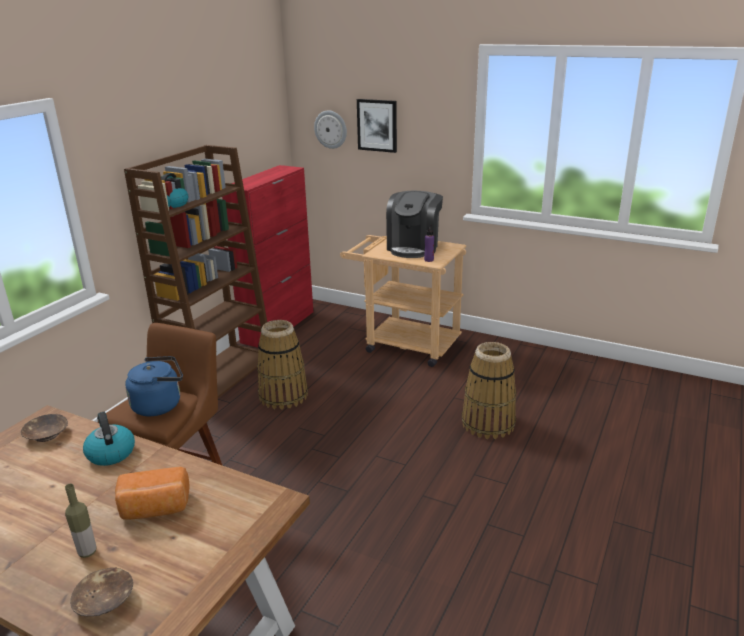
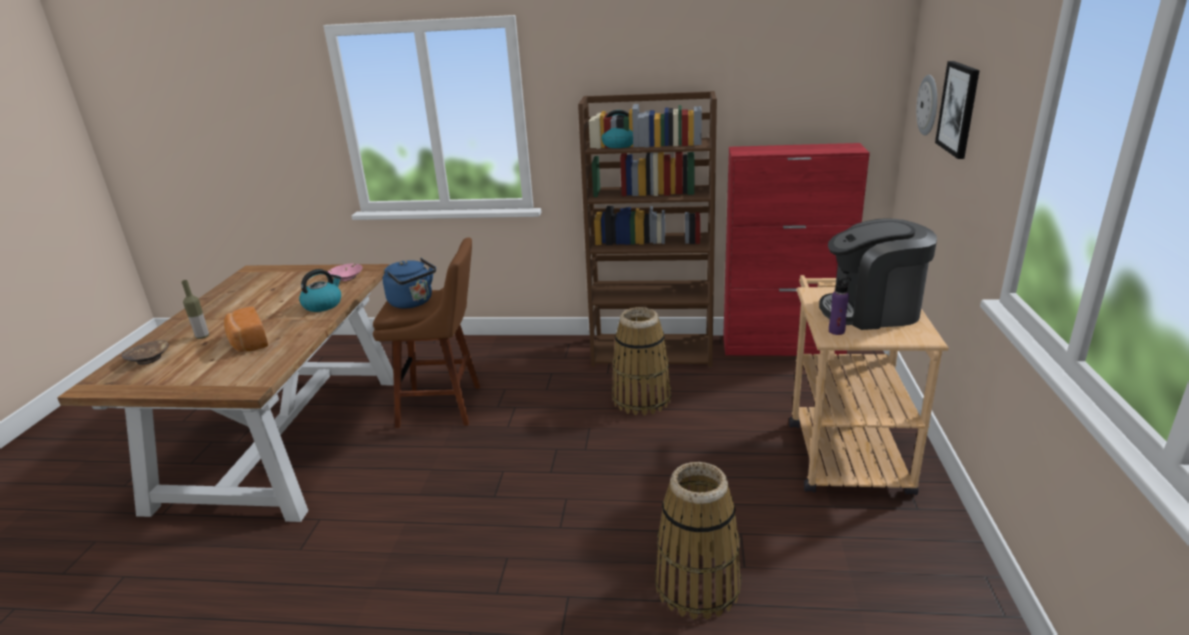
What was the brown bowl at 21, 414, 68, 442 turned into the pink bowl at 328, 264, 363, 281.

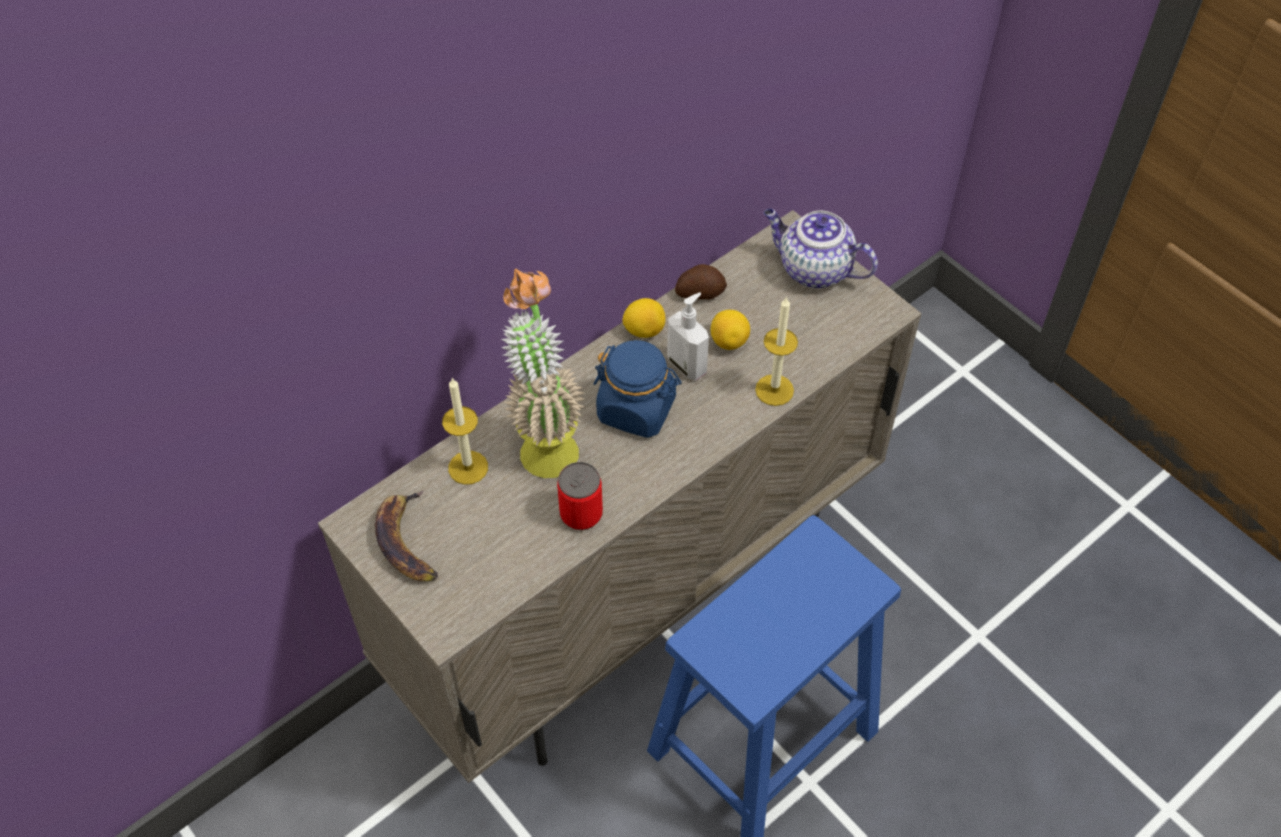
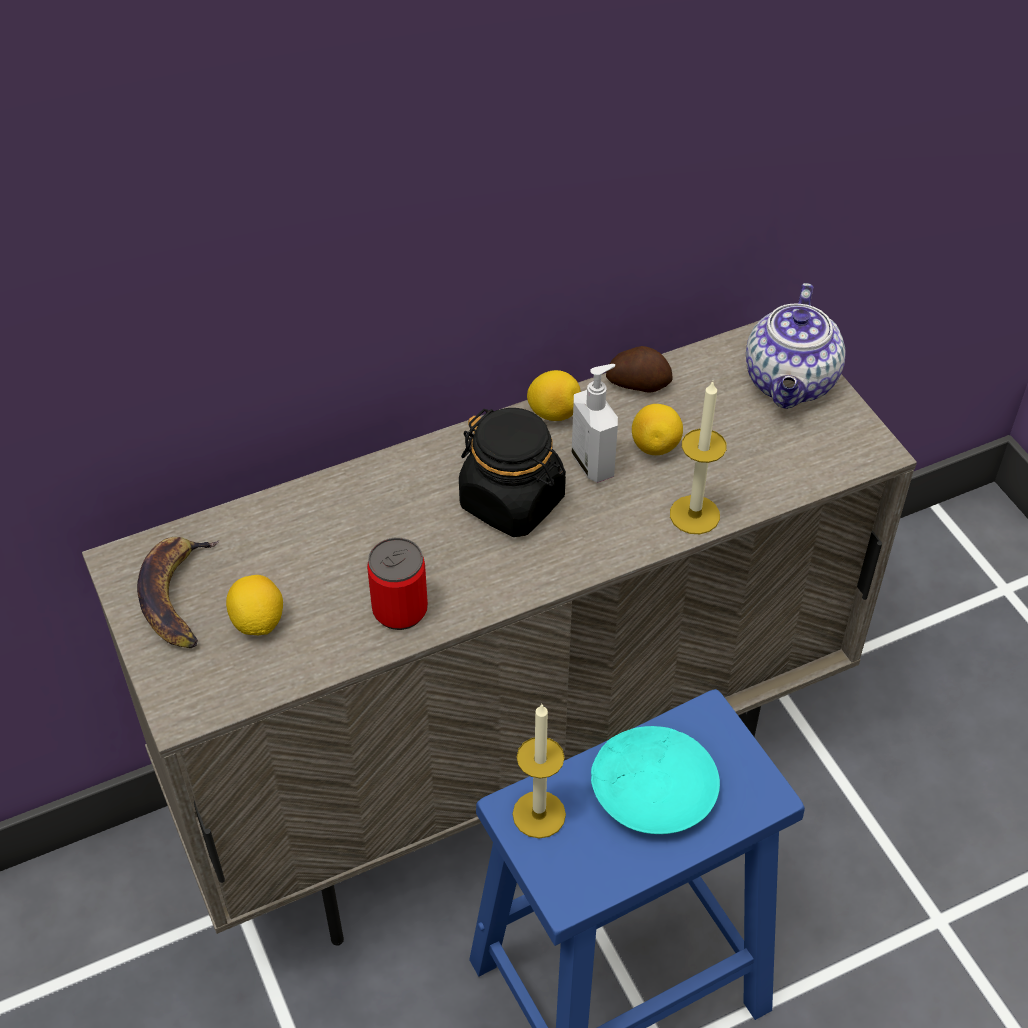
The teapot at 764, 209, 878, 289 ended up facing another way, 120 degrees counterclockwise from before.
The second view lost the potted plant at 501, 269, 585, 478.
What was the blue jar at 593, 340, 682, 438 turned into the black jar at 459, 408, 566, 537.
The candle ended up elsewhere, having gone from 442, 378, 488, 485 to 512, 703, 566, 838.
The second view gained the lemon at 226, 575, 283, 636.
The second view gained the turquoise plate at 591, 726, 720, 834.

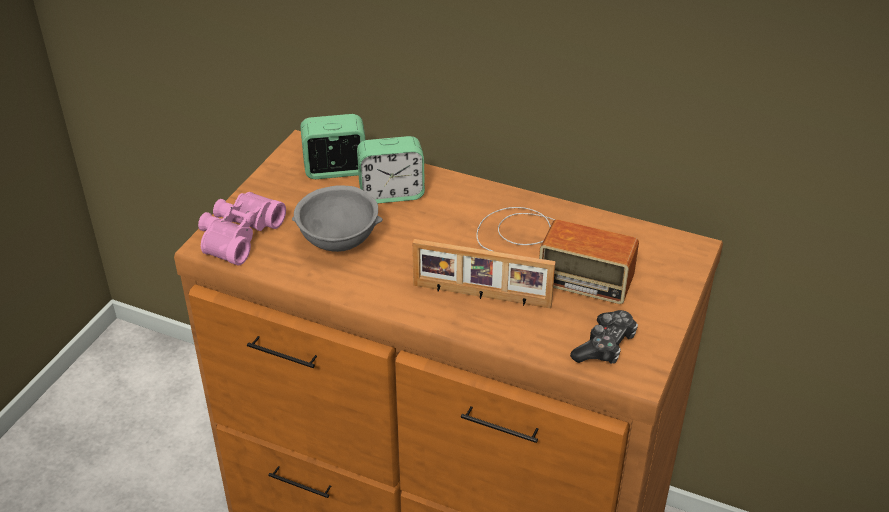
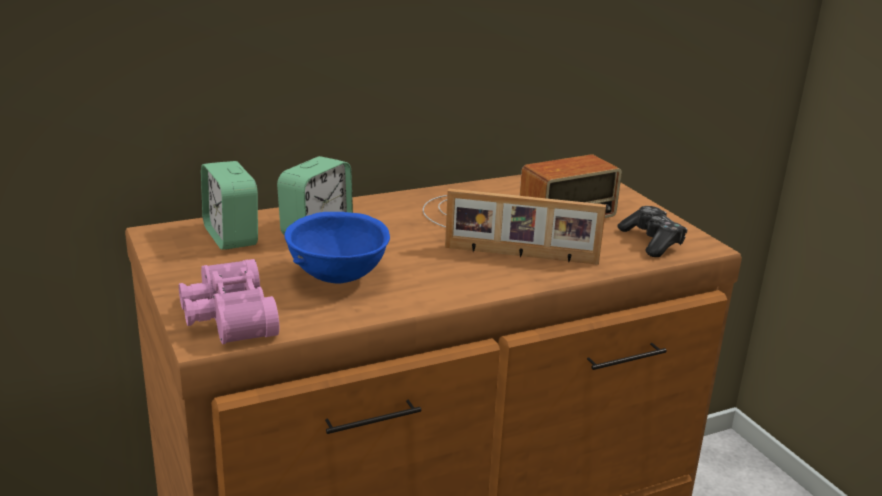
The alarm clock at 301, 114, 365, 179 ended up facing another way, 60 degrees counterclockwise from before.
What was the grey bowl at 292, 185, 383, 252 turned into the blue bowl at 284, 212, 390, 283.
The picture frame at 412, 239, 556, 308 ended up facing another way, 45 degrees clockwise from before.

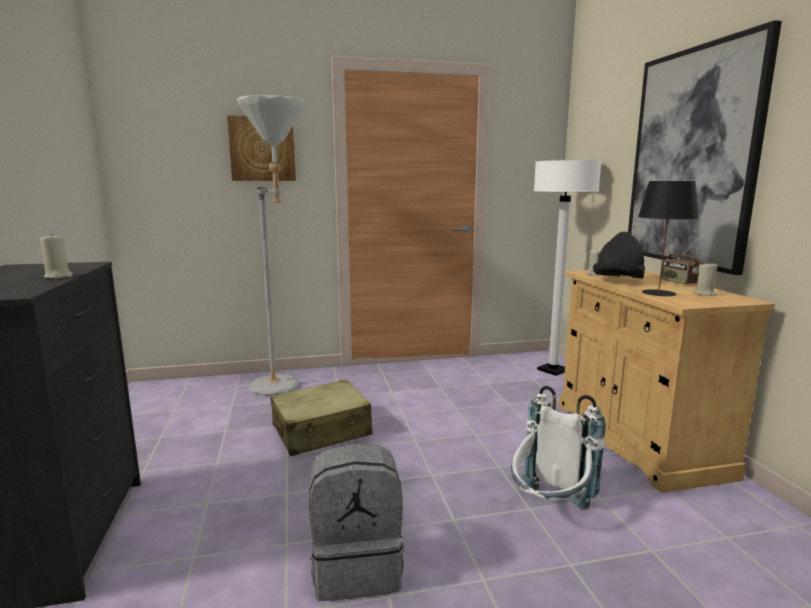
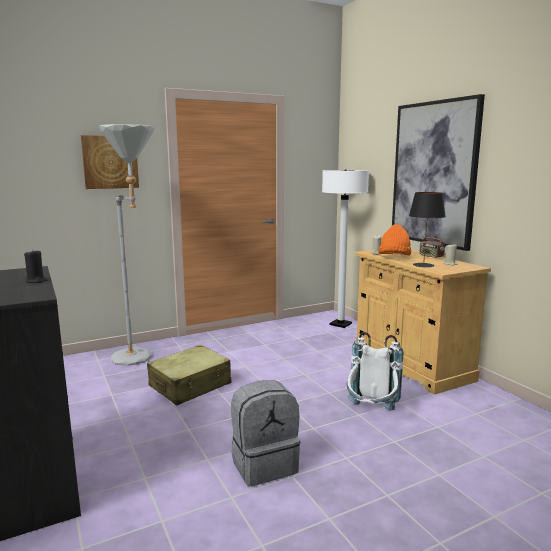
What was the black hat at 593, 232, 645, 279 turned into the orange hat at 378, 224, 411, 256.
What was the beige candle at 40, 233, 73, 279 turned into the black candle at 24, 249, 47, 283.

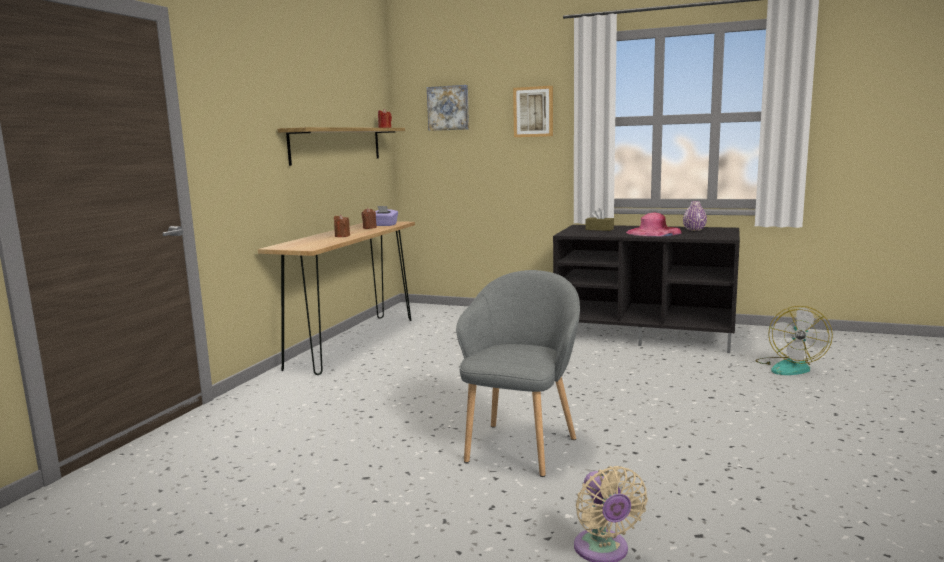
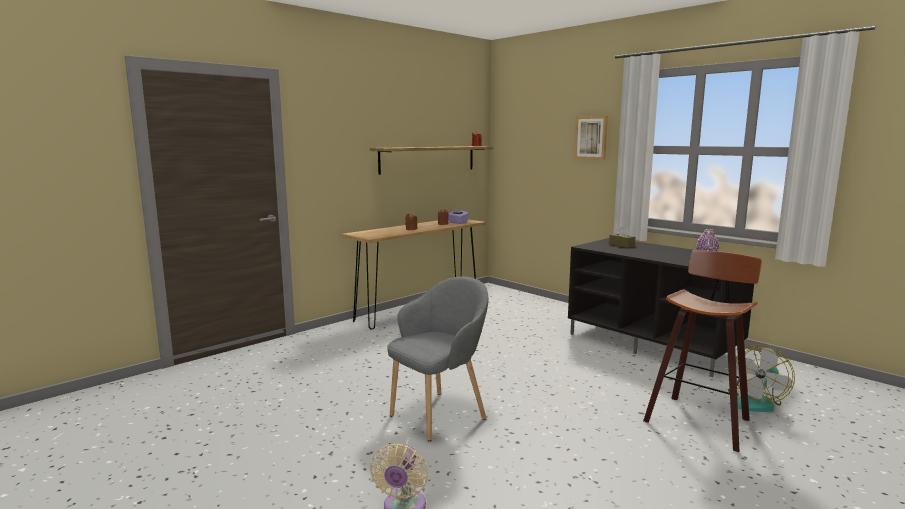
The second view lost the picture at 427, 85, 469, 131.
The second view lost the pink hat at 626, 213, 682, 237.
The second view gained the stool at 643, 250, 762, 452.

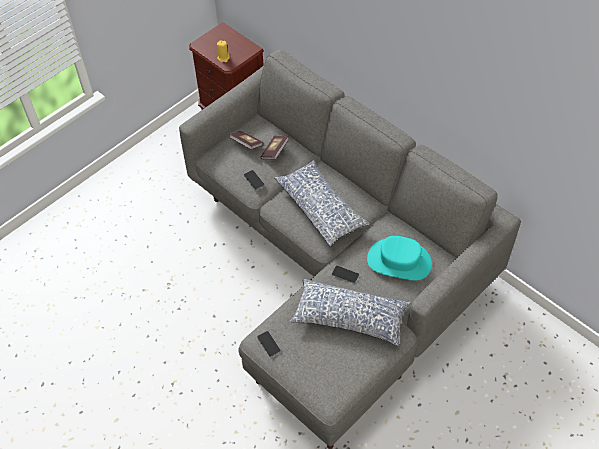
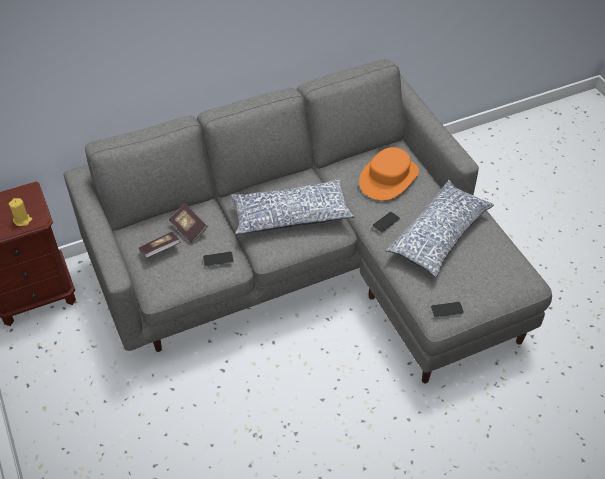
What was the turquoise hat at 367, 236, 432, 281 turned into the orange hat at 359, 147, 419, 201.

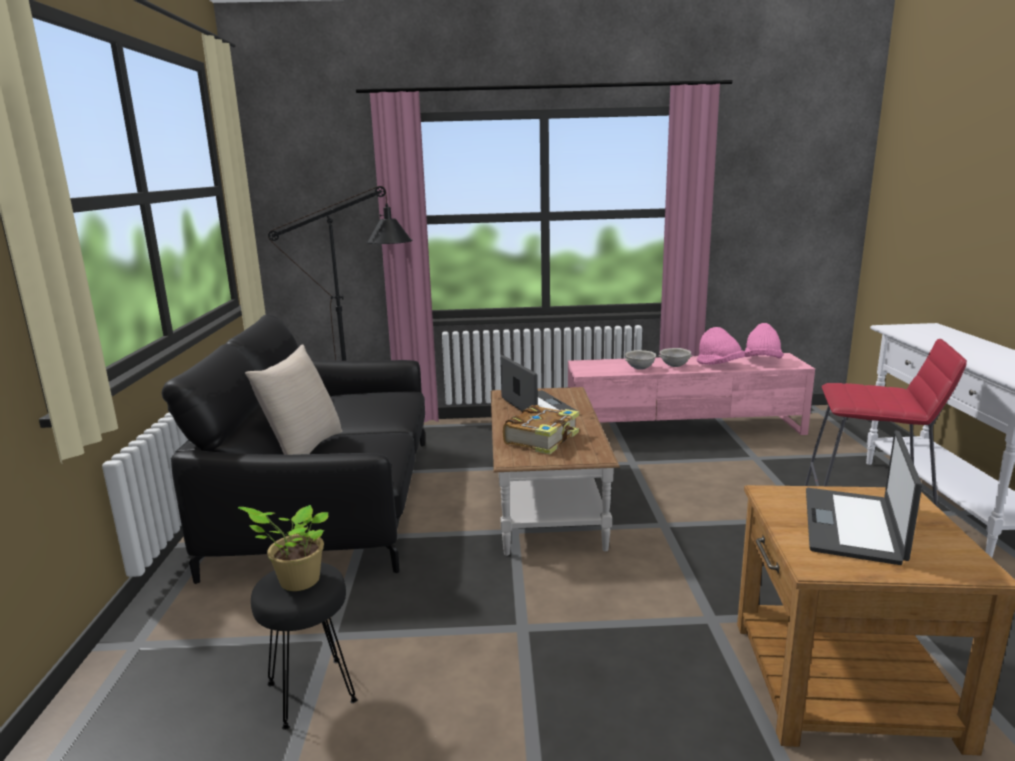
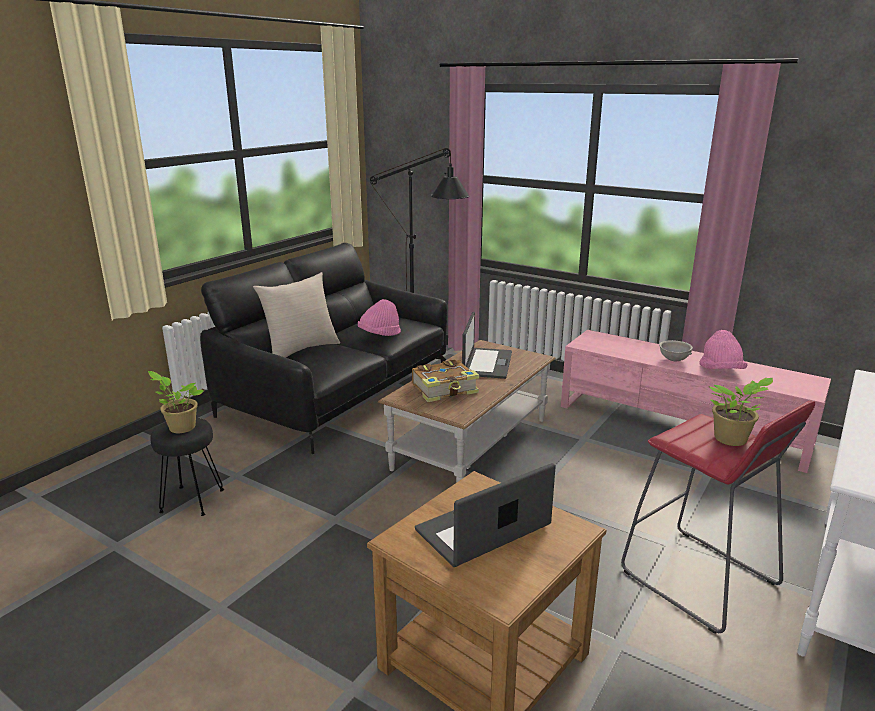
The pink hat ended up elsewhere, having gone from 744, 323, 784, 359 to 358, 299, 401, 336.
The second view lost the grey bowl at 625, 350, 656, 370.
The second view gained the potted plant at 708, 378, 773, 446.

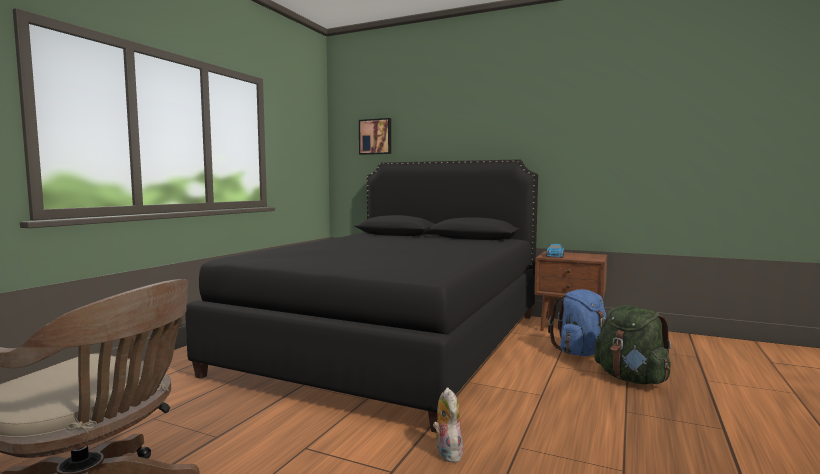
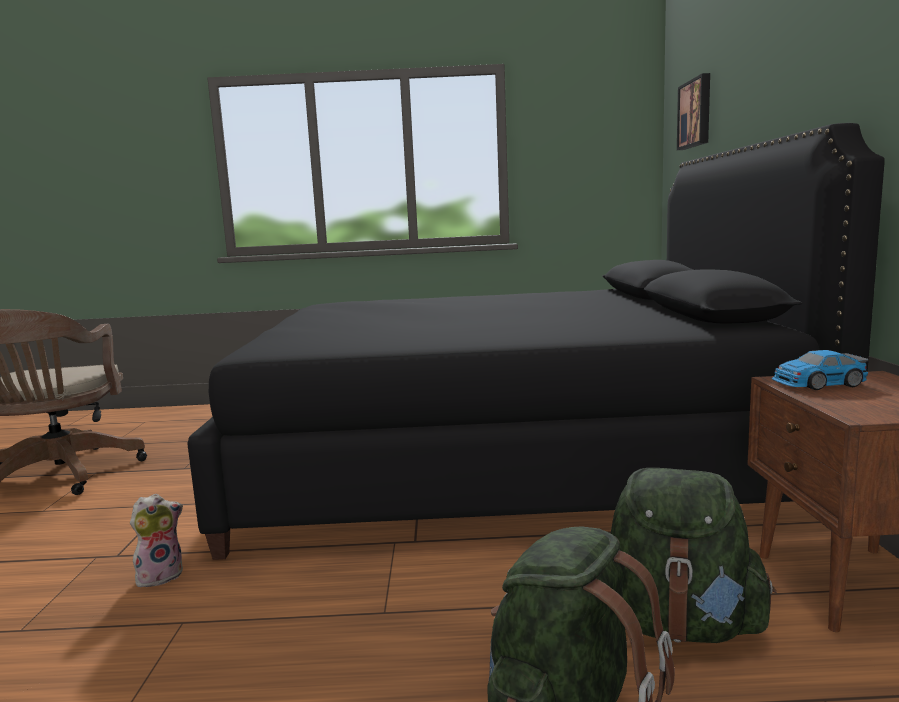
What was the blue backpack at 548, 289, 607, 356 turned into the green backpack at 611, 468, 777, 643.

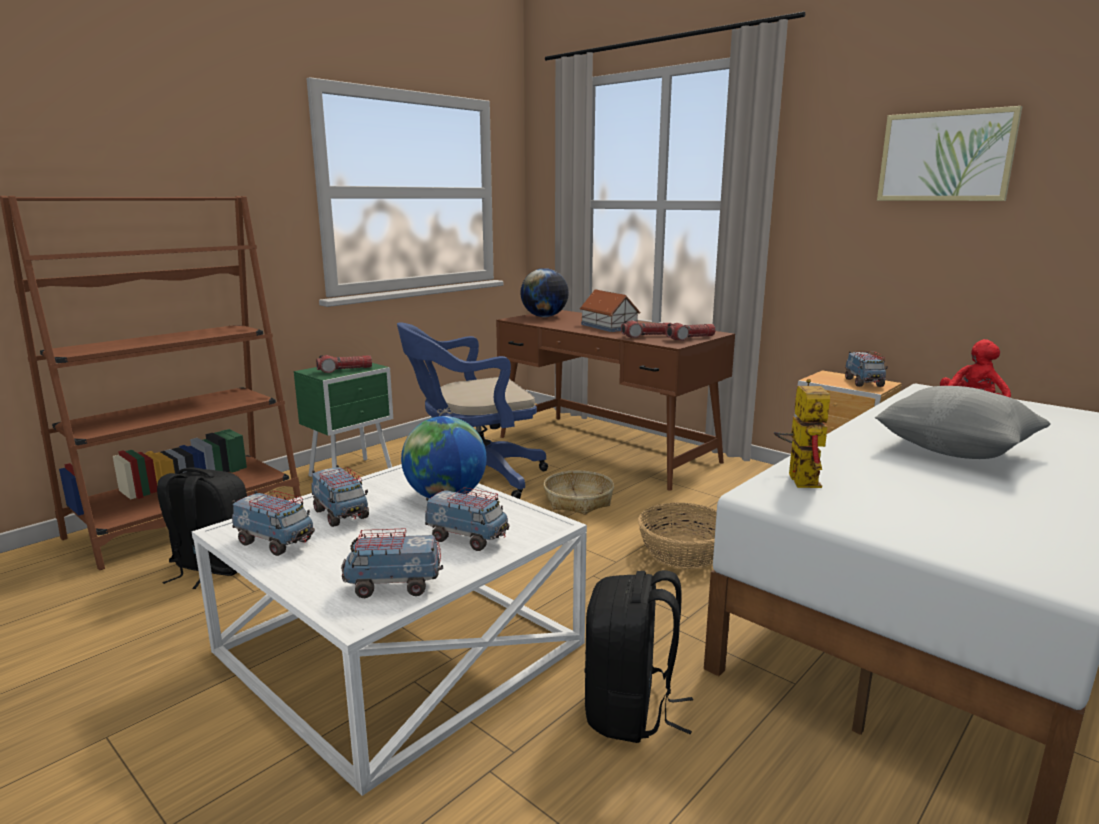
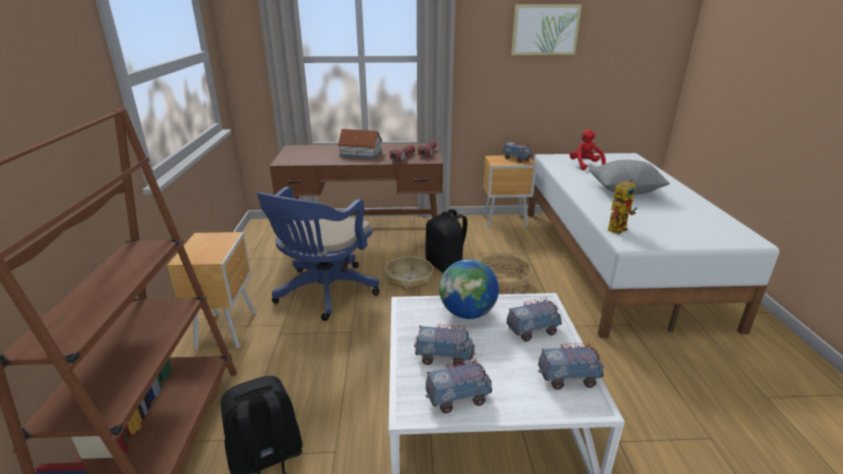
The second view lost the globe at 520, 268, 569, 317.
The second view lost the flashlight at 316, 355, 372, 373.
What was the green nightstand at 293, 363, 393, 477 turned into the brown nightstand at 167, 232, 255, 350.
The toy robot at 774, 379, 830, 488 ended up facing another way, 90 degrees clockwise from before.
The toy truck at 341, 528, 443, 598 ended up facing another way, 135 degrees counterclockwise from before.
The black backpack ended up elsewhere, having gone from 585, 570, 693, 743 to 425, 209, 467, 273.

